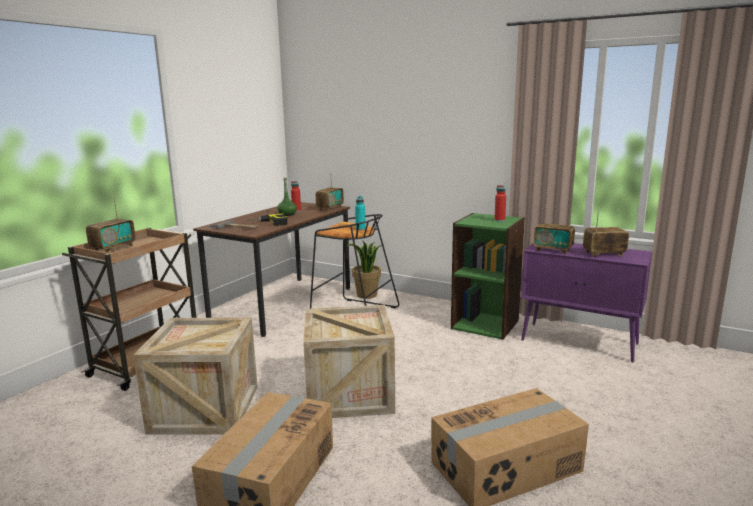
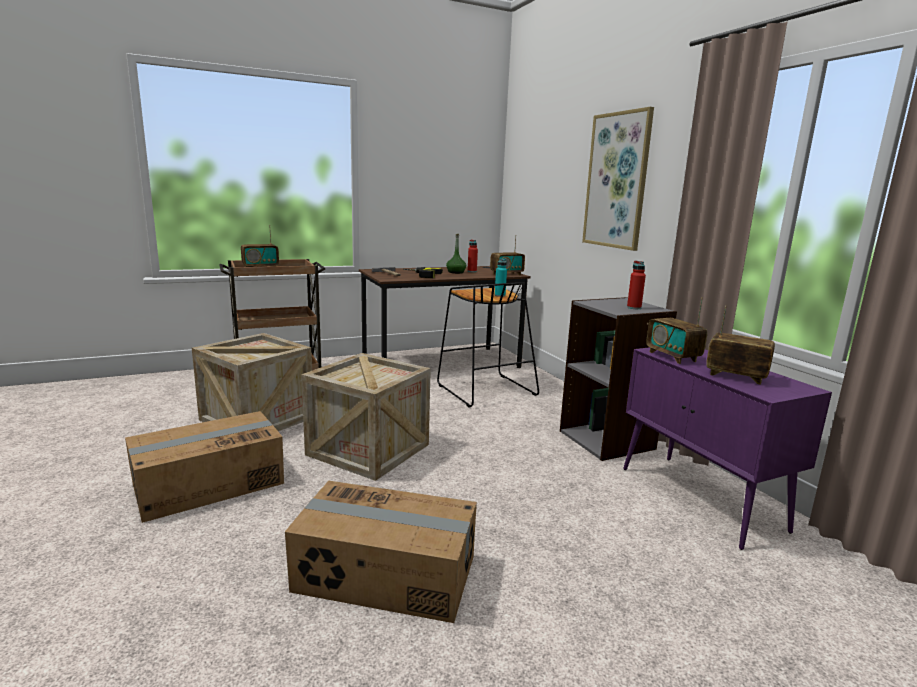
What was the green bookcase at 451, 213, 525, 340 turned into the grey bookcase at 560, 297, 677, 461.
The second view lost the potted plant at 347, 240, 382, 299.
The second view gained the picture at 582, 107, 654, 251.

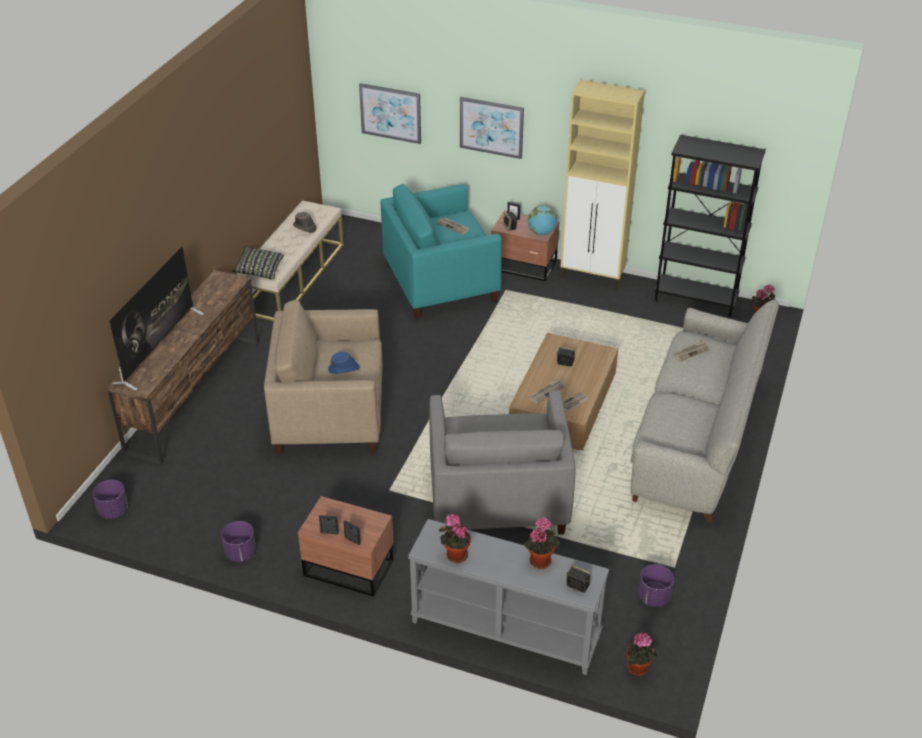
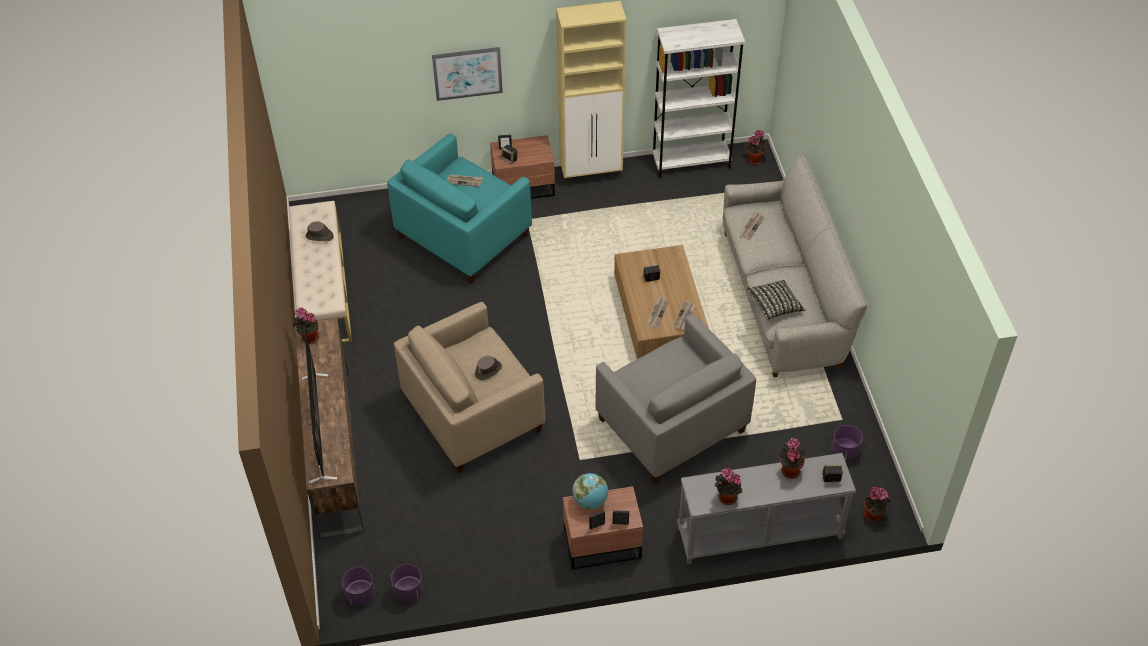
The second view lost the picture at 359, 83, 421, 144.
What was the black bookcase at 654, 135, 766, 318 turned into the white bookcase at 652, 19, 745, 179.
The globe ended up elsewhere, having gone from 528, 206, 557, 235 to 572, 473, 608, 510.
The pillow ended up elsewhere, having gone from 232, 247, 284, 280 to 746, 280, 805, 320.
What was the blue hat at 328, 352, 360, 374 turned into the brown hat at 475, 356, 502, 380.
The purple planter ended up elsewhere, having gone from 221, 521, 256, 562 to 391, 564, 424, 602.
The second view gained the potted plant at 292, 308, 319, 344.

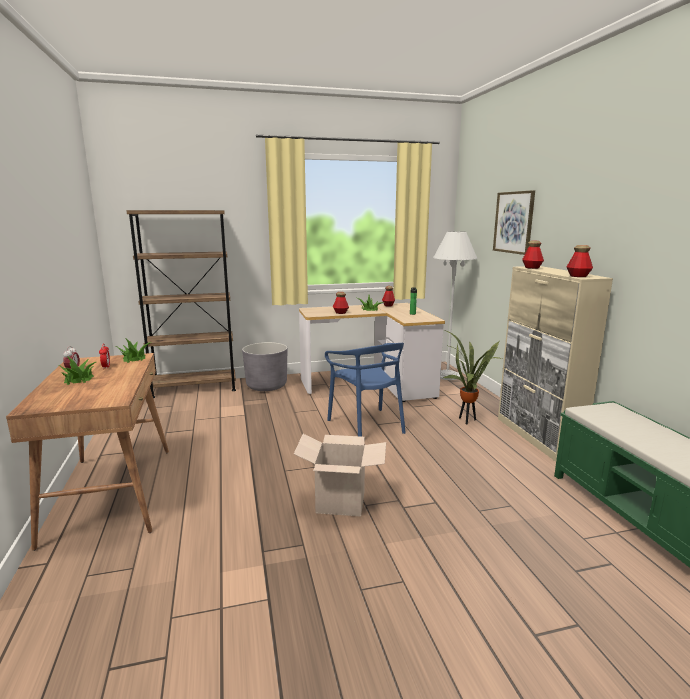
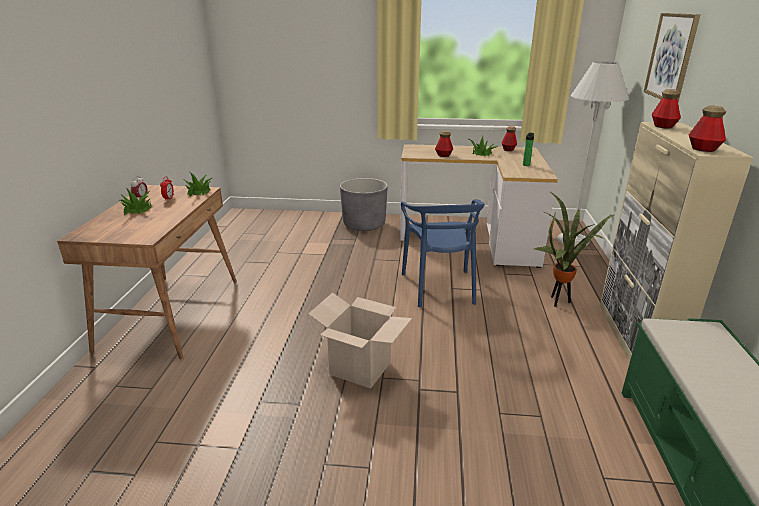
The second view lost the brown bookcase at 126, 210, 236, 398.

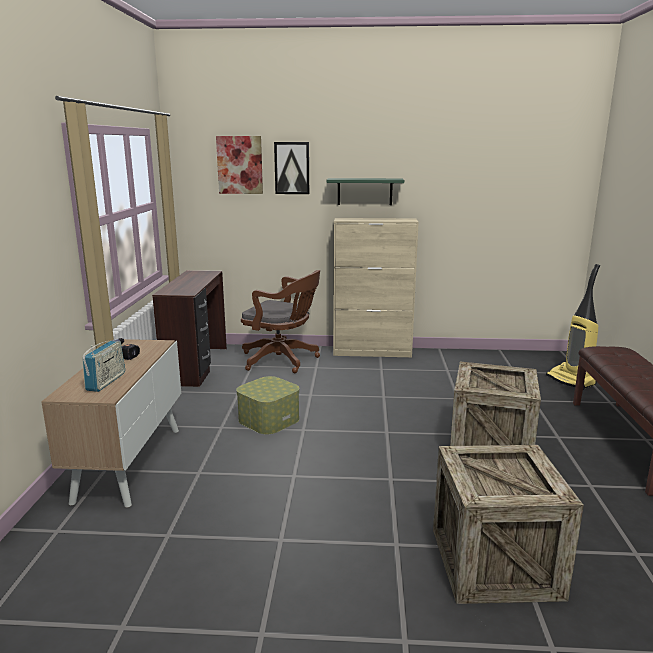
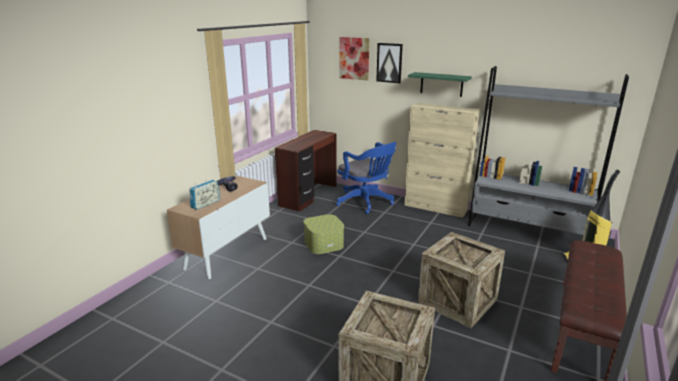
What was the brown office chair at 241, 270, 320, 373 turned into the blue office chair at 336, 142, 396, 214.
The second view gained the grey bookcase at 468, 66, 629, 235.

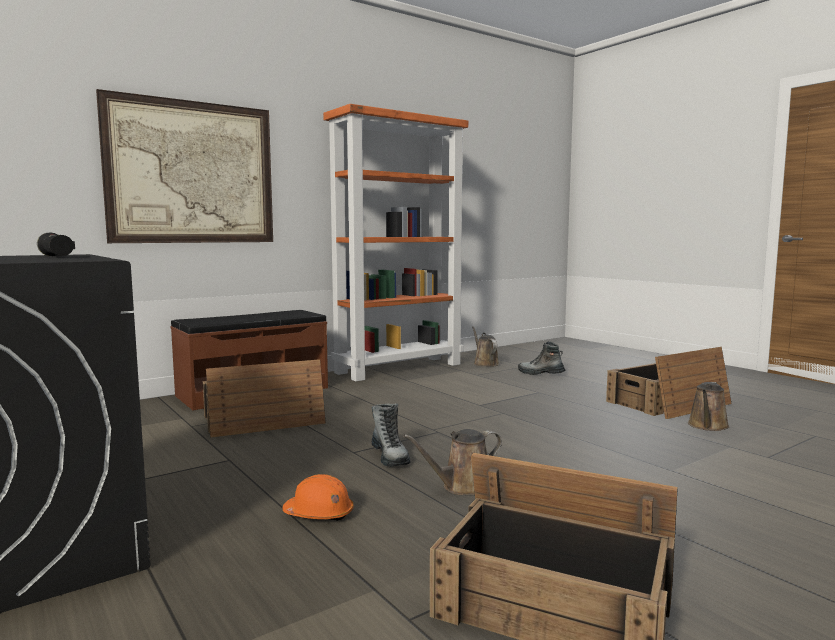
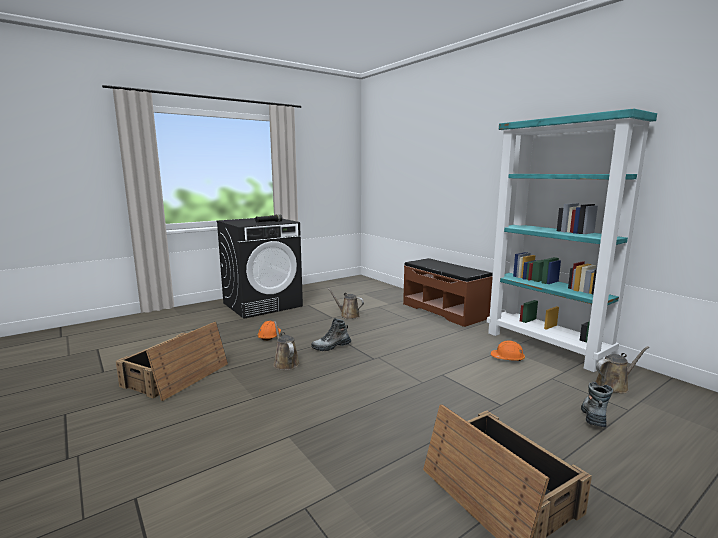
The second view lost the picture at 96, 89, 273, 243.
What was the orange bookcase at 323, 104, 468, 381 turned into the turquoise bookcase at 487, 108, 657, 372.
The second view lost the crate at 203, 359, 326, 438.
The brown watering can ended up elsewhere, having gone from 688, 382, 730, 431 to 327, 288, 364, 319.
The second view gained the orange hard hat at 491, 340, 525, 361.

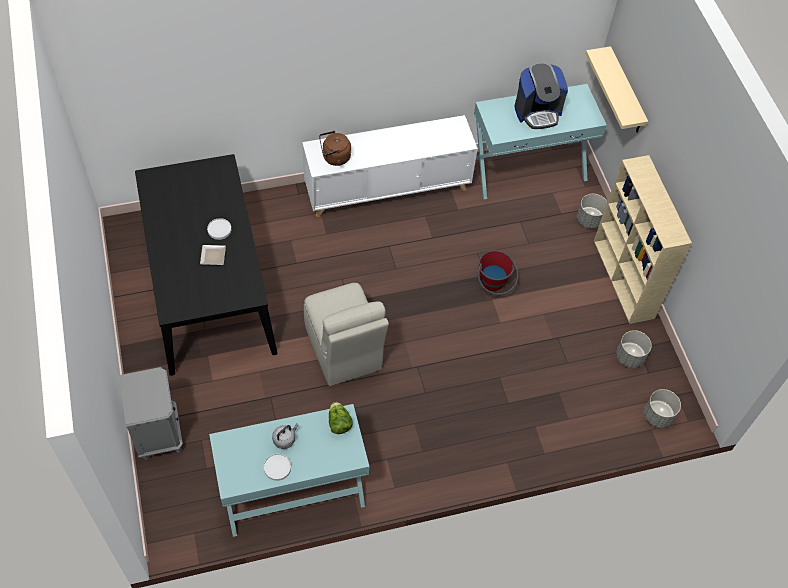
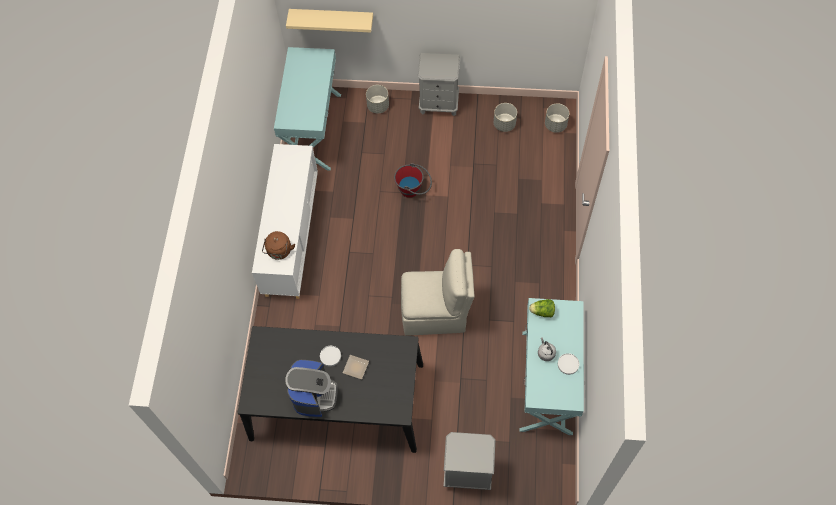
The coffee machine ended up elsewhere, having gone from 514, 62, 568, 129 to 285, 360, 338, 417.
Where the beige bookcase stood at 594, 155, 692, 324, the grey nightstand came to stand at 418, 53, 460, 116.

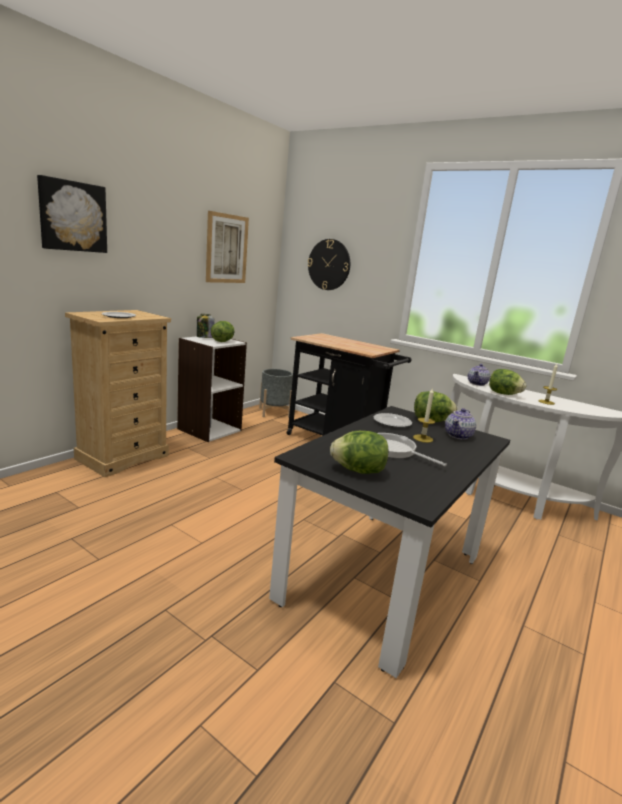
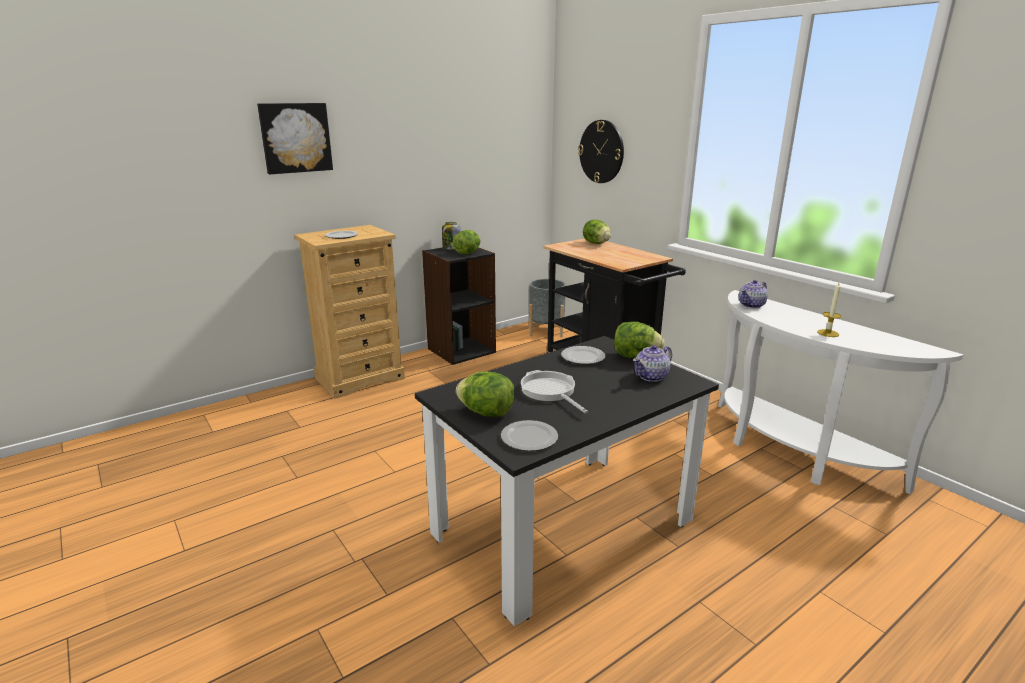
The second view lost the picture at 206, 211, 249, 283.
What was the white bookcase at 177, 336, 247, 442 turned into the black bookcase at 422, 247, 496, 365.
The lettuce ended up elsewhere, having gone from 489, 369, 526, 395 to 583, 220, 611, 244.
The second view lost the candle at 413, 387, 435, 443.
The second view gained the plate at 501, 420, 558, 451.

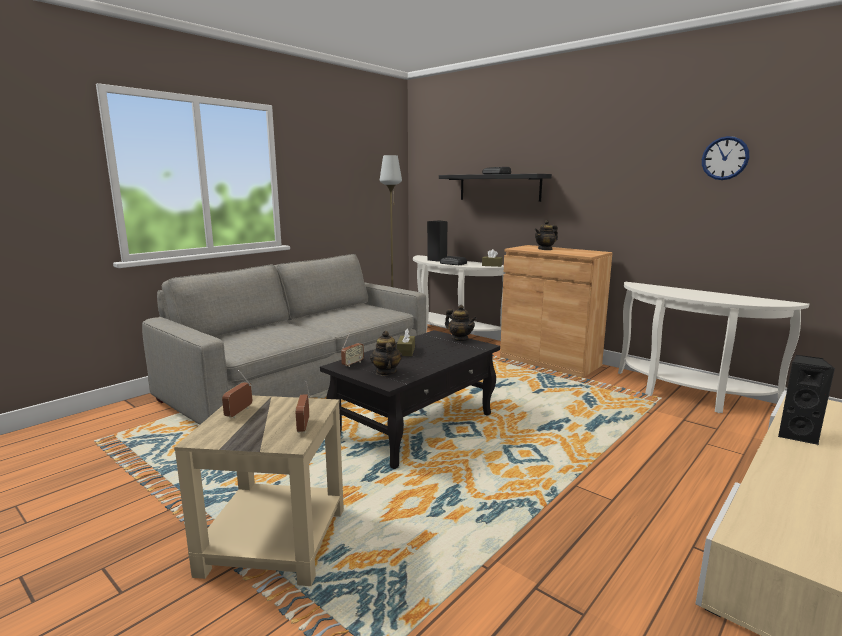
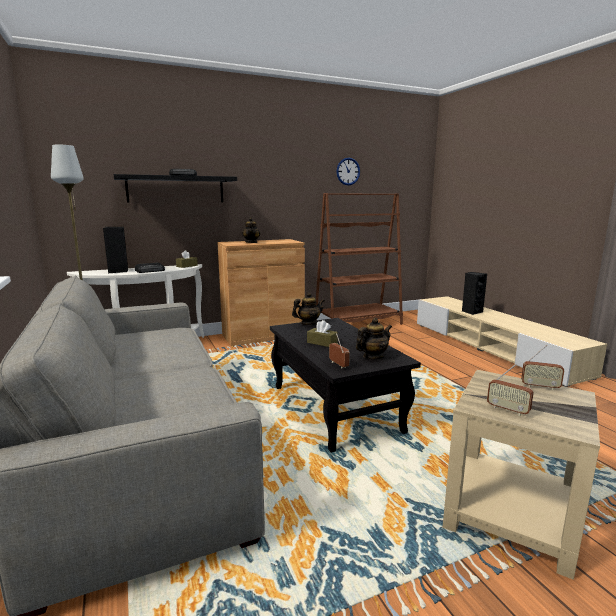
Where the white console table stood at 618, 282, 809, 413, the brown bookcase came to stand at 316, 193, 403, 325.
The teapot at 370, 331, 402, 376 ended up facing another way, 135 degrees clockwise from before.

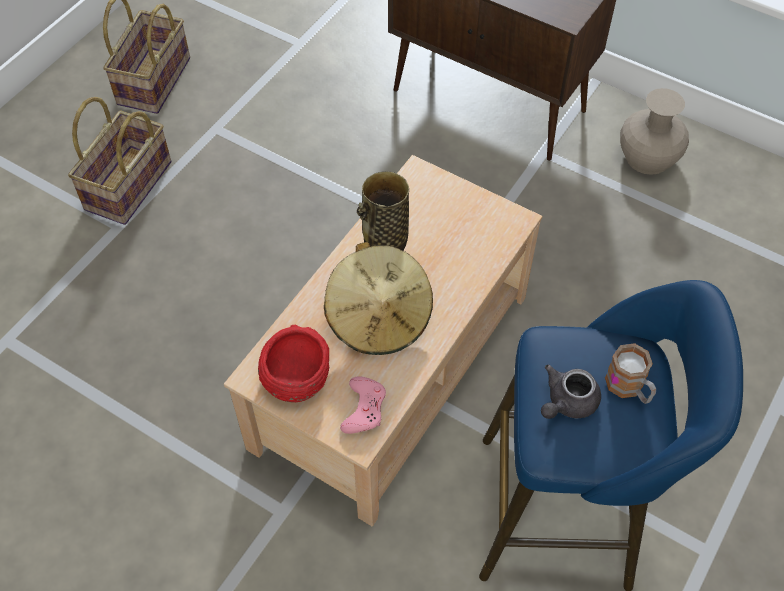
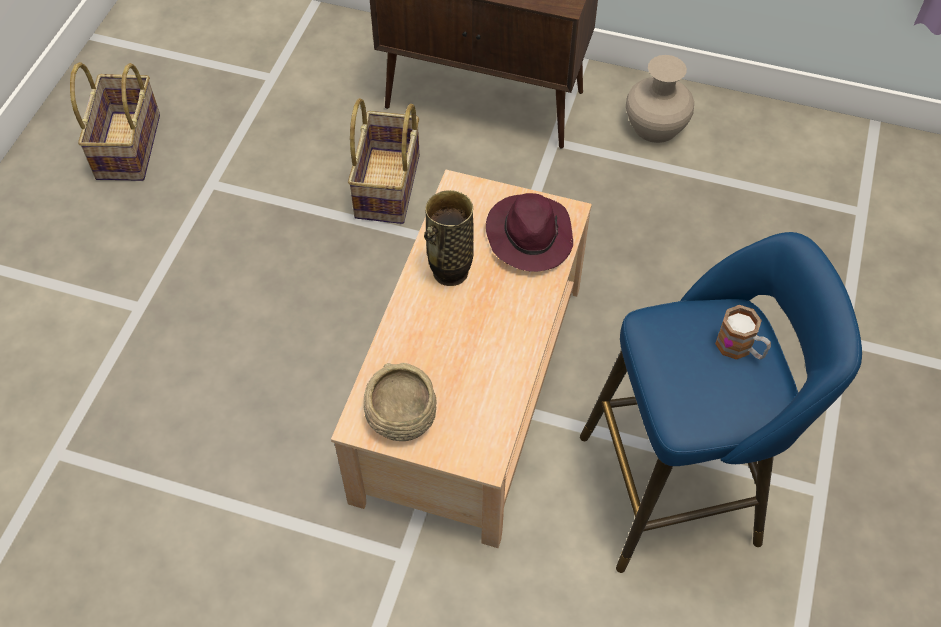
The basket ended up elsewhere, having gone from 68, 97, 171, 225 to 348, 98, 420, 224.
The second view lost the beige hat at 324, 242, 433, 355.
What was the red bowl at 258, 325, 329, 403 turned into the beige bowl at 363, 363, 437, 441.
The second view lost the grey teapot at 541, 364, 601, 419.
The second view lost the pink game controller at 340, 376, 386, 434.
The second view gained the purple hat at 486, 193, 573, 272.

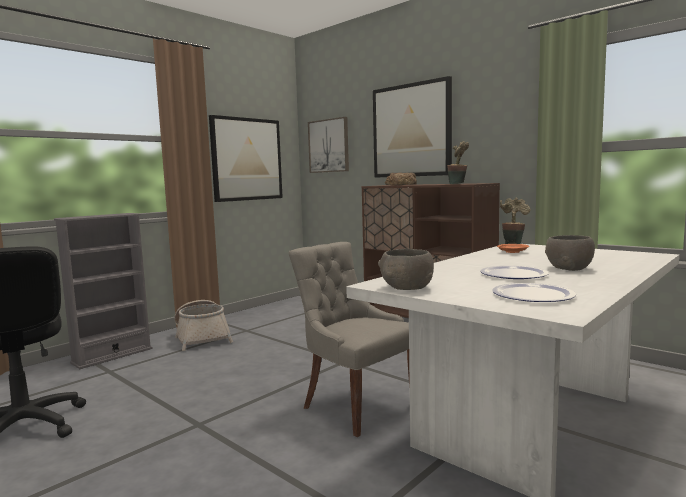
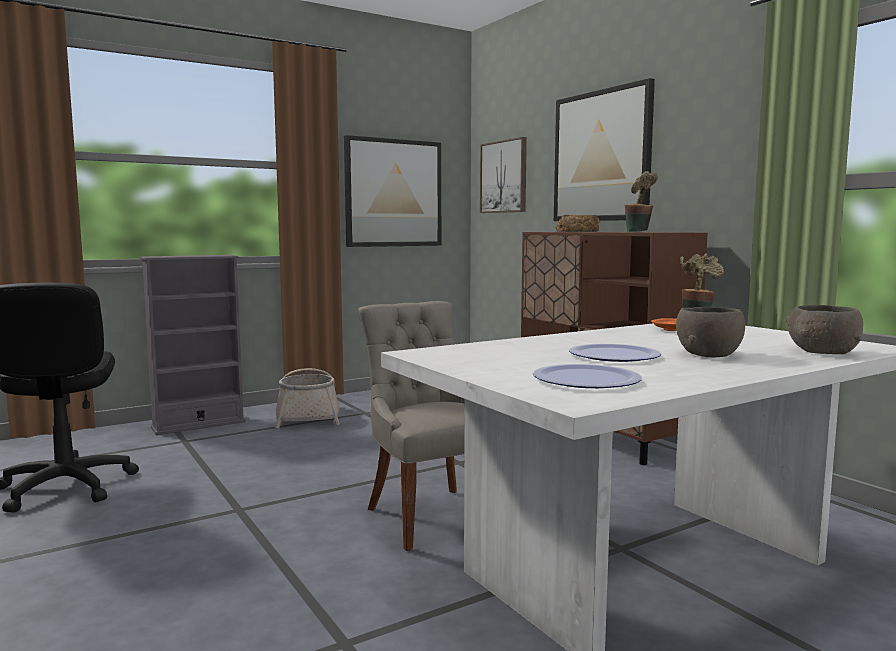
The grey bowl ended up elsewhere, having gone from 378, 249, 434, 290 to 785, 305, 863, 354.

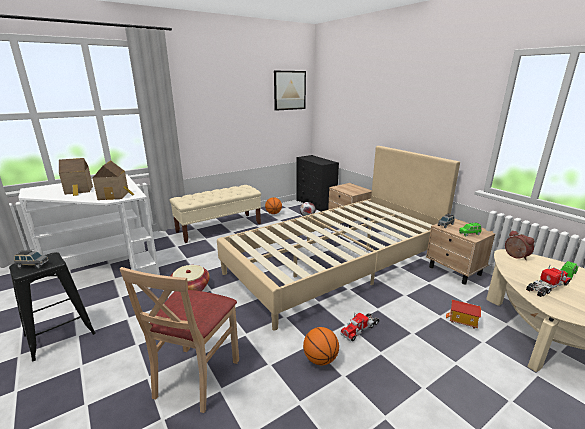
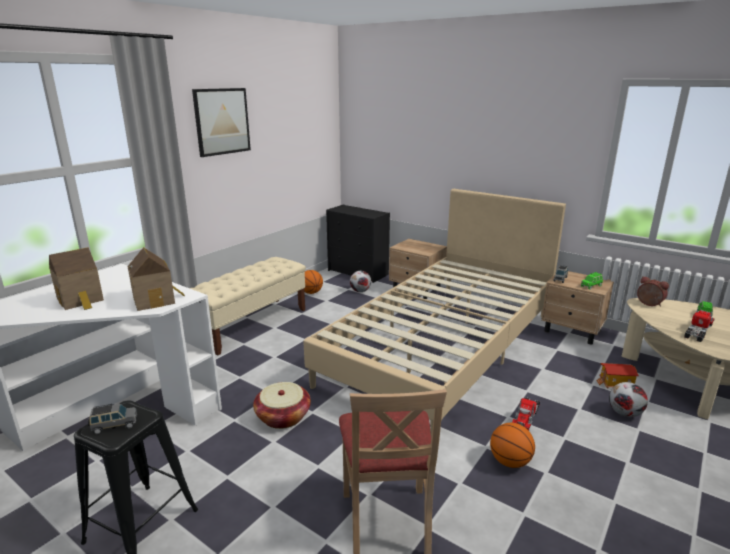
The picture ended up elsewhere, having gone from 274, 71, 306, 111 to 192, 88, 251, 157.
The second view gained the football at 609, 382, 648, 417.

